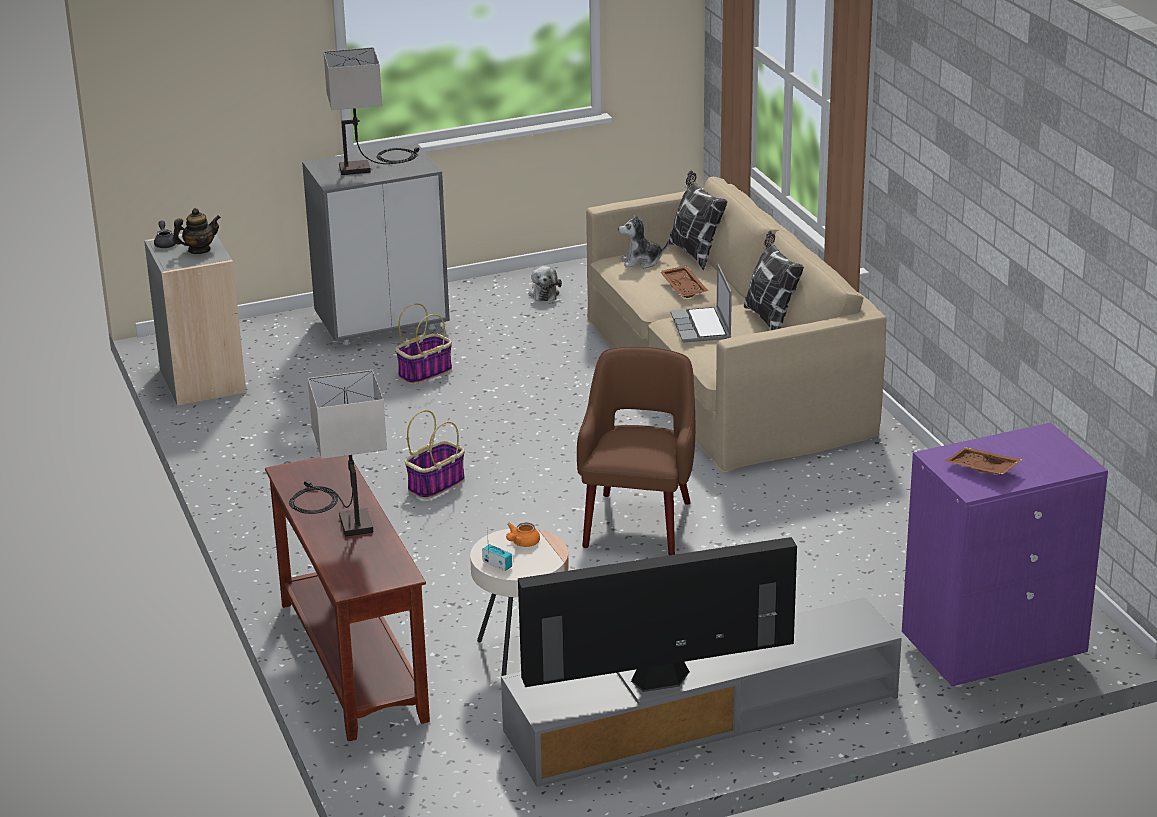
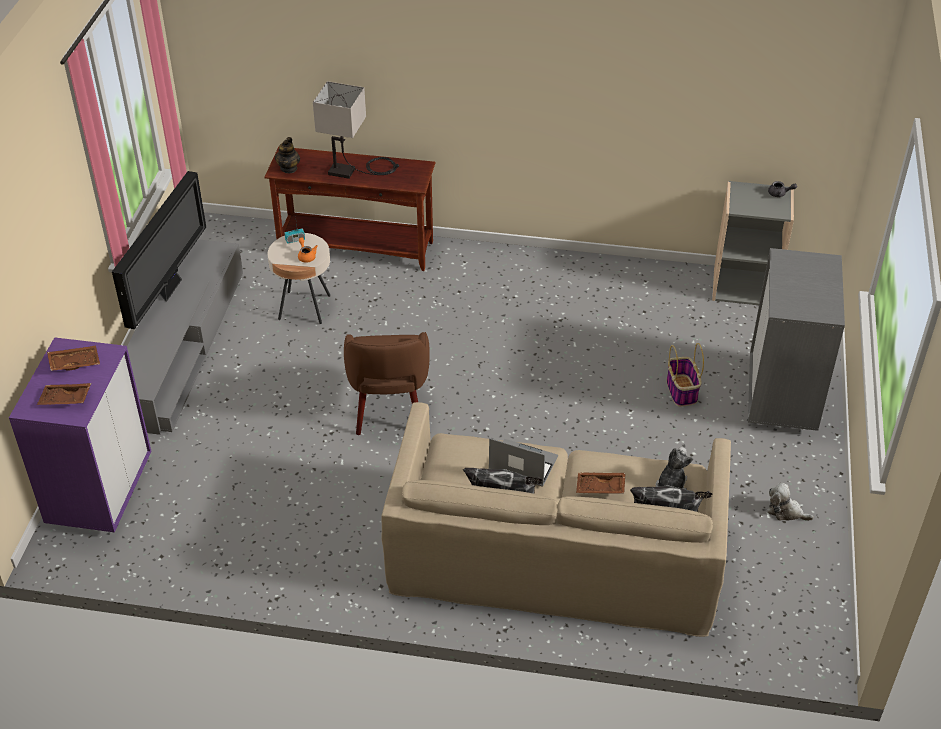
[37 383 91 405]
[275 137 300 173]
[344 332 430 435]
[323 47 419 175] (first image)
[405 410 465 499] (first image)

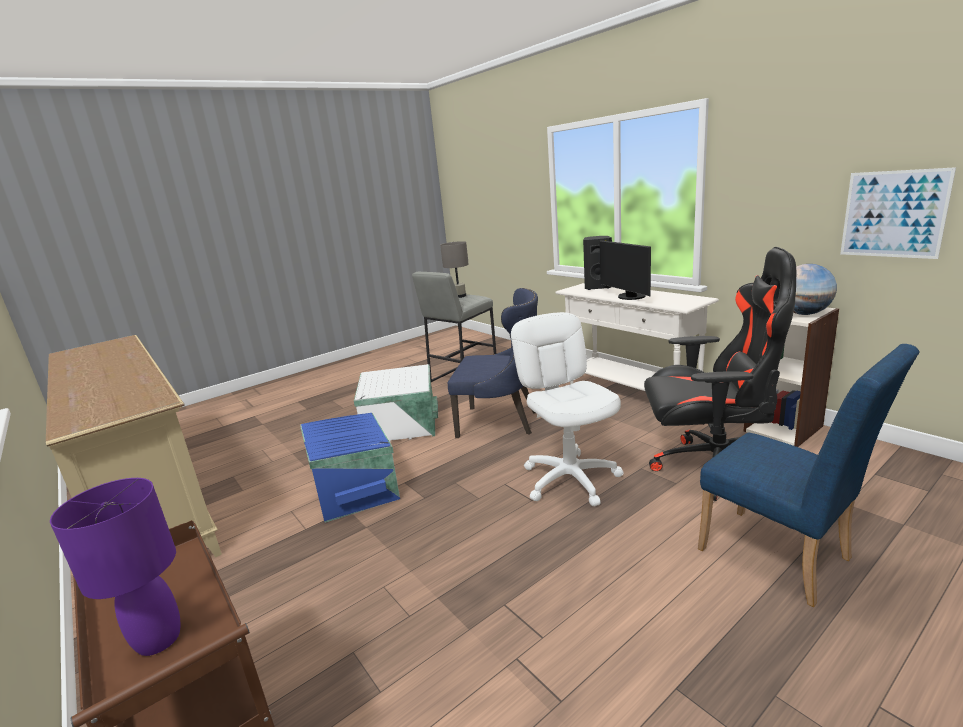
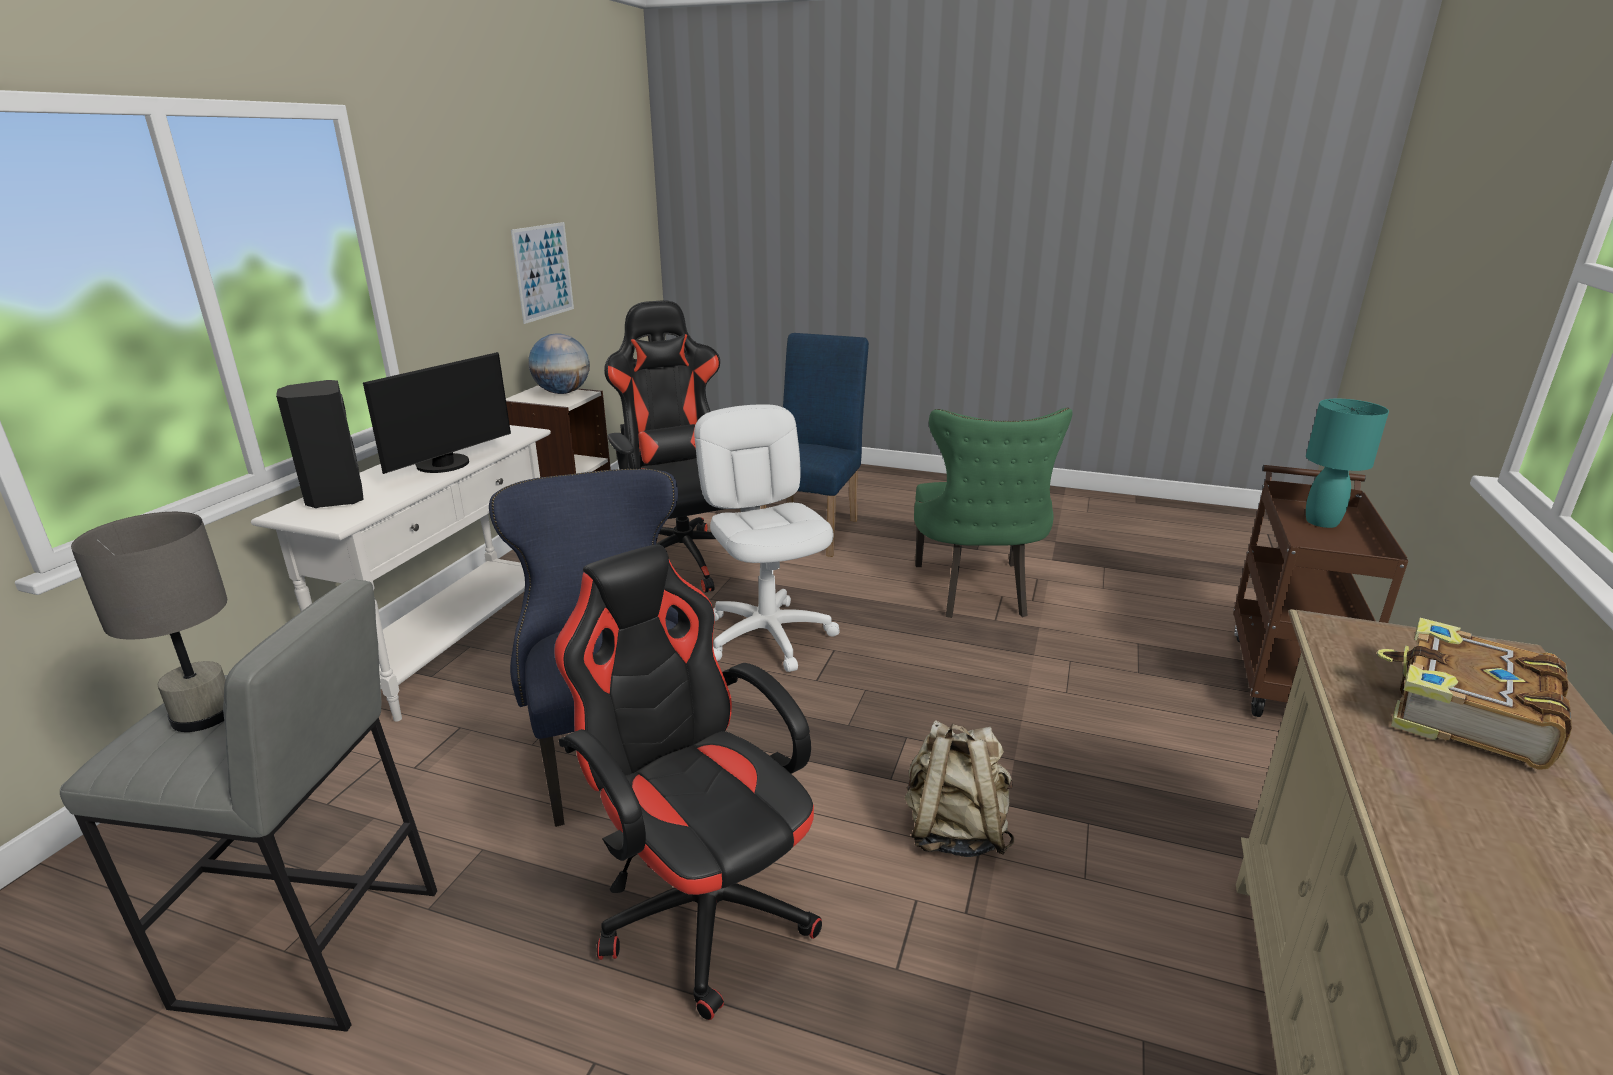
[554 544 822 1020]
[694 404 840 672]
[905 720 1014 857]
[914 408 1073 618]
[1306 399 1389 528]
[1377 618 1572 770]

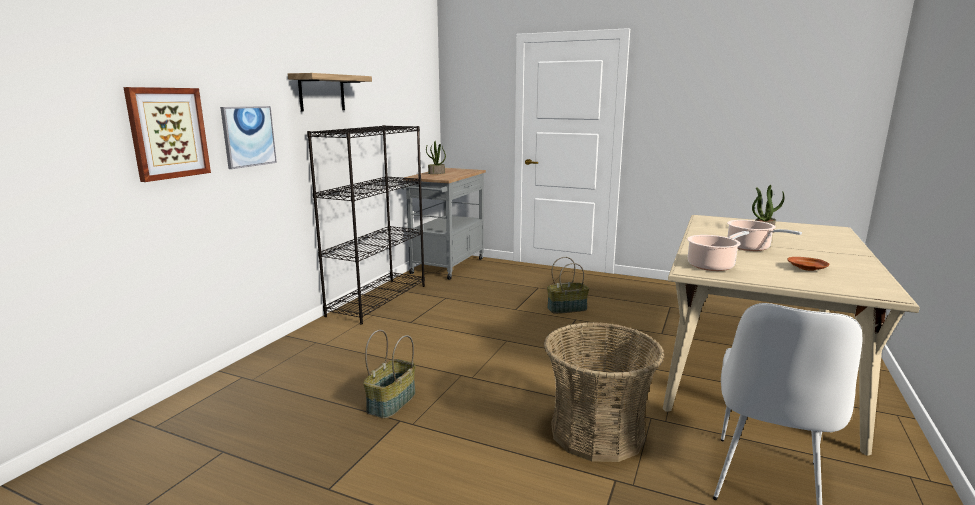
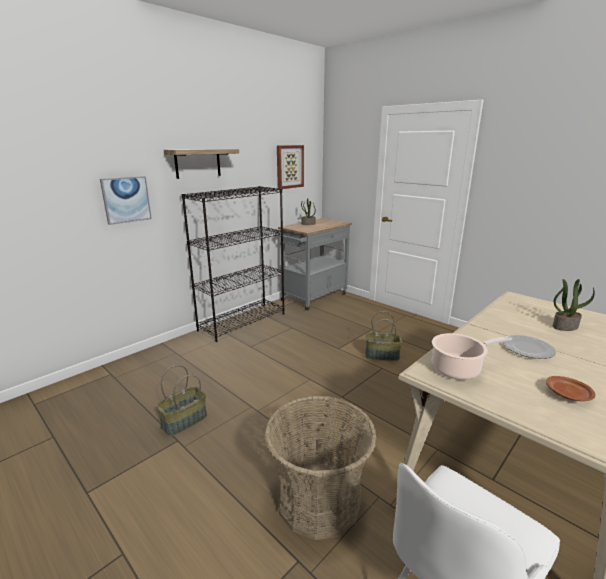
[277 145 304 189]
[503 335 556 359]

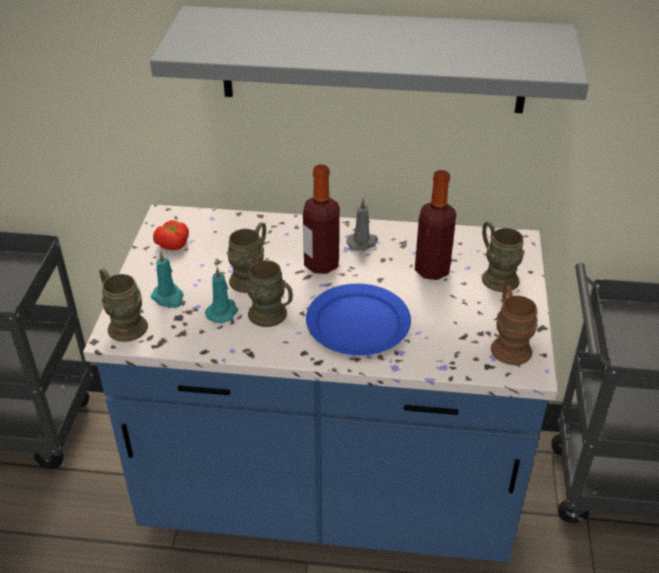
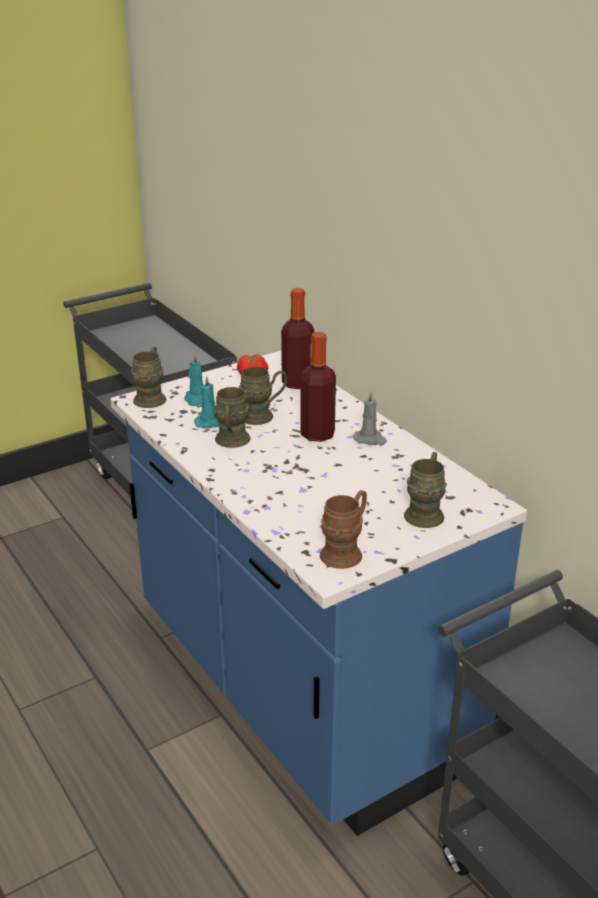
[281 288 314 389]
[150 6 589 113] (first image)
[306 284 411 355] (first image)

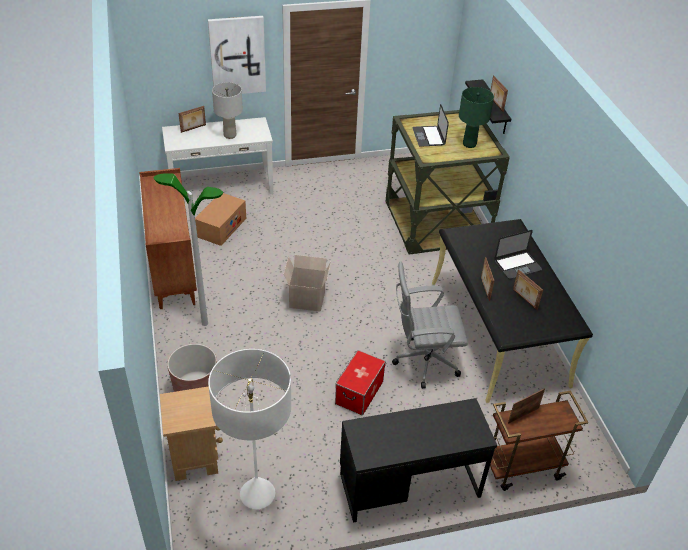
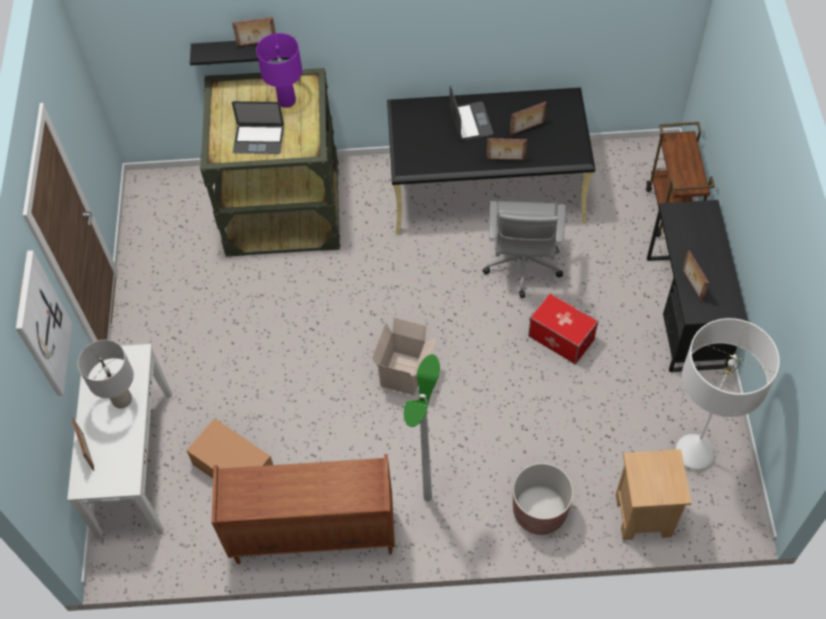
[256 33 302 108]
[683 250 709 302]

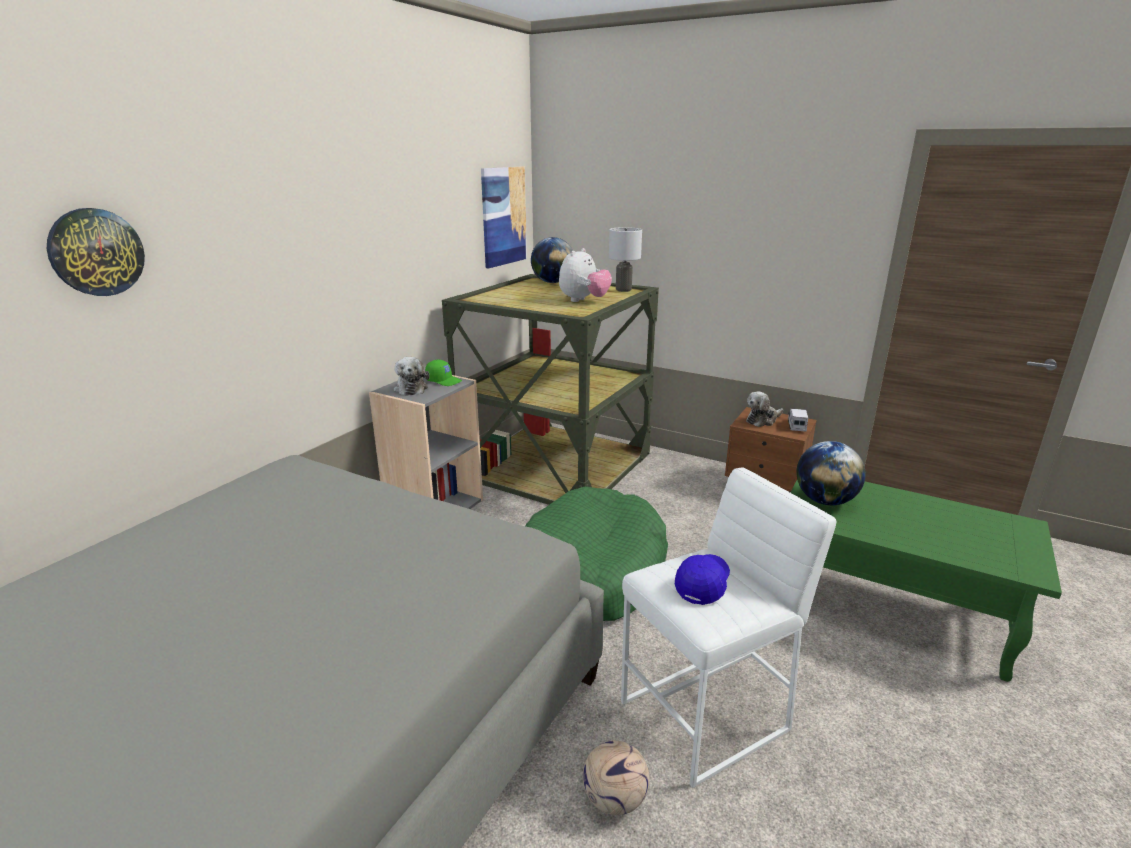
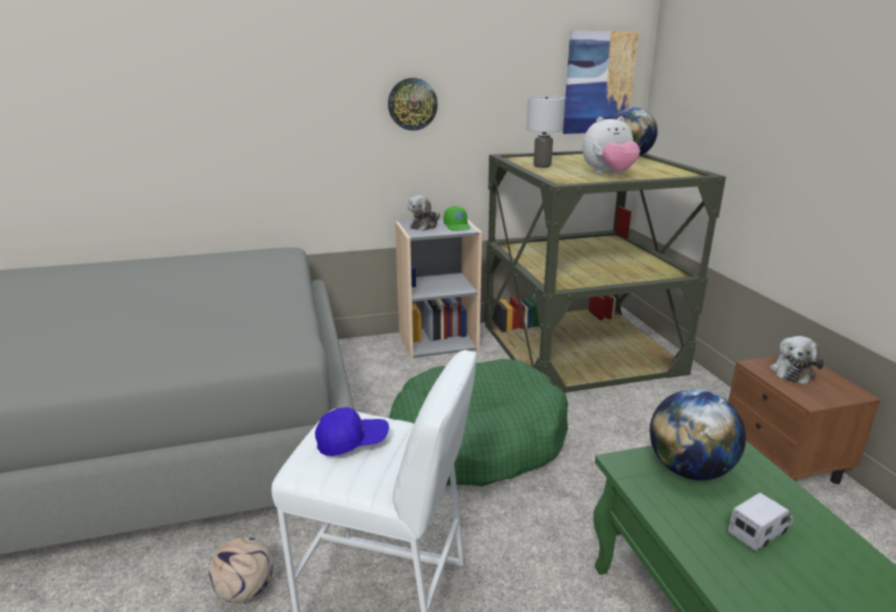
[388 78 438 131]
[527 96 565 168]
[727 492 794 551]
[770 336 824 385]

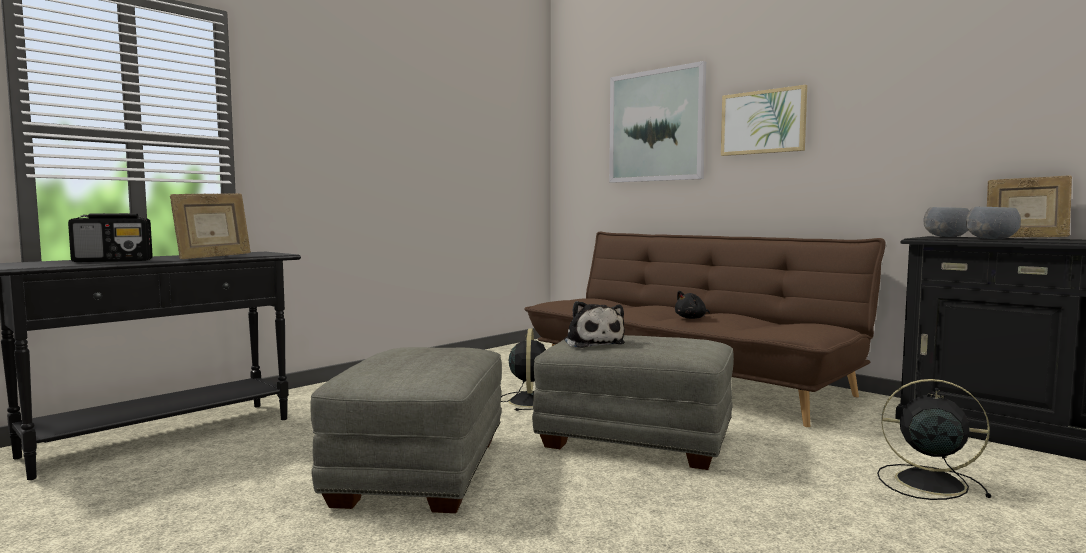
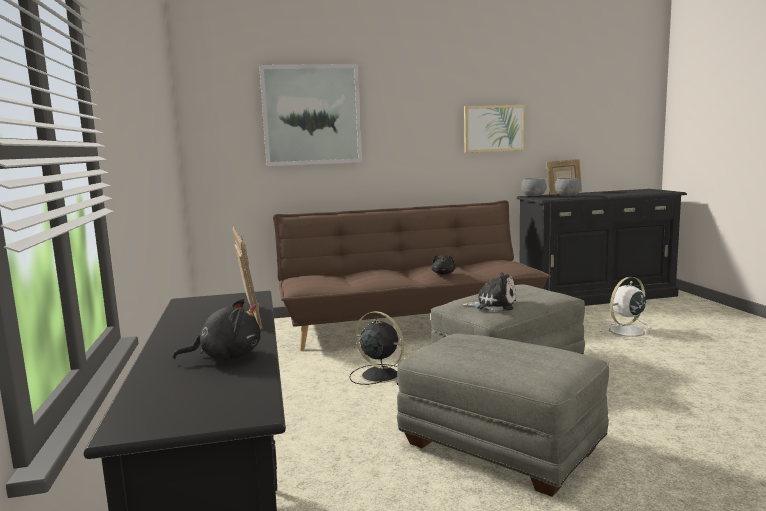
[173 299 261 361]
[464 105 525 153]
[600 277 651 340]

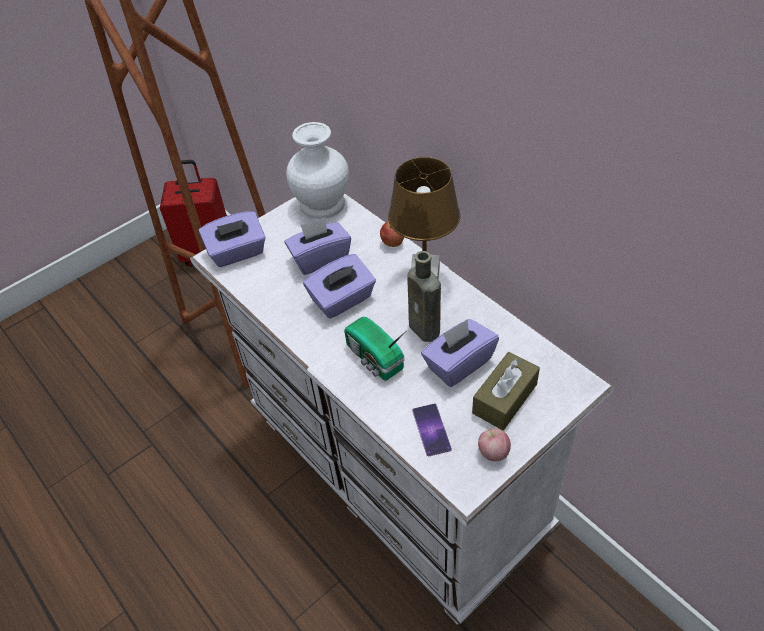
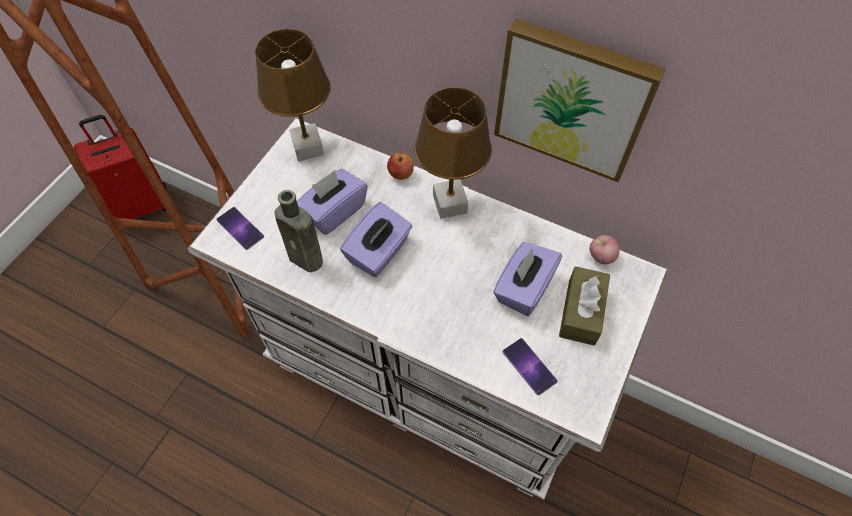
[216 207 264 250]
[255 29 331 161]
[275 190 323 272]
[494 18 666 182]
[590 235 619 264]
[344 317 406 381] (first image)

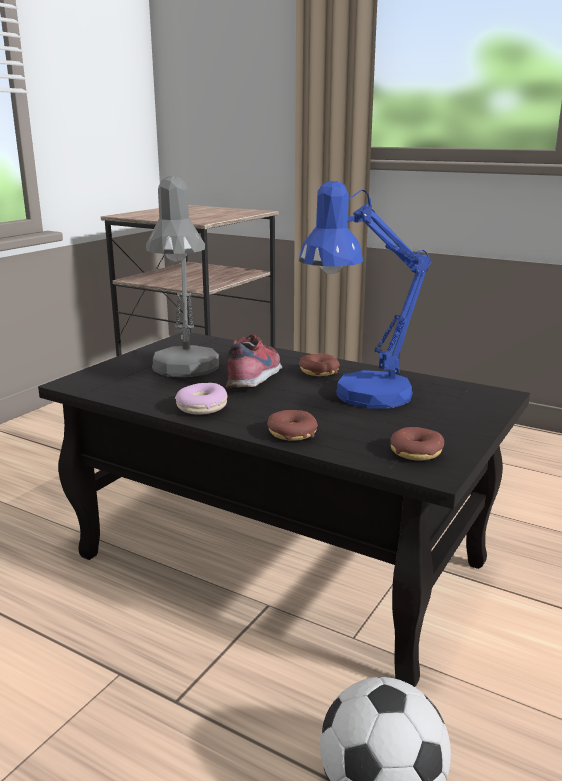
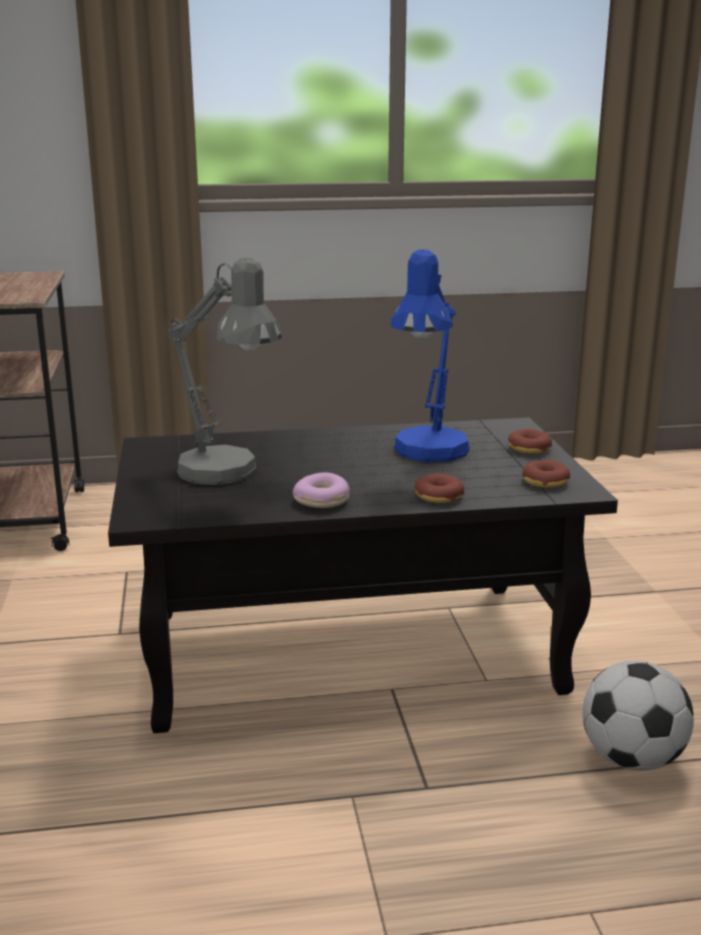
[508 429 552 454]
[226 334 282 388] (first image)

